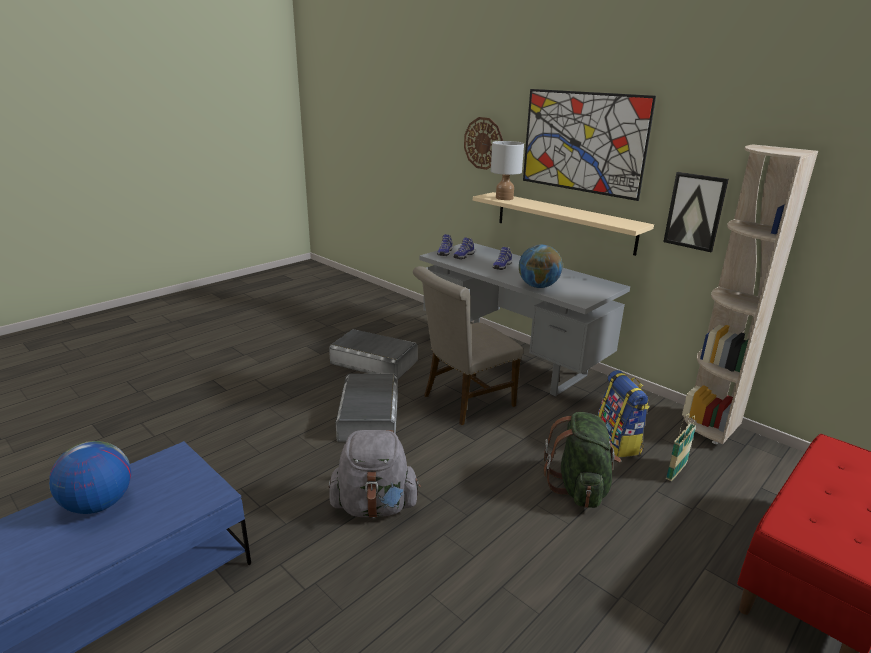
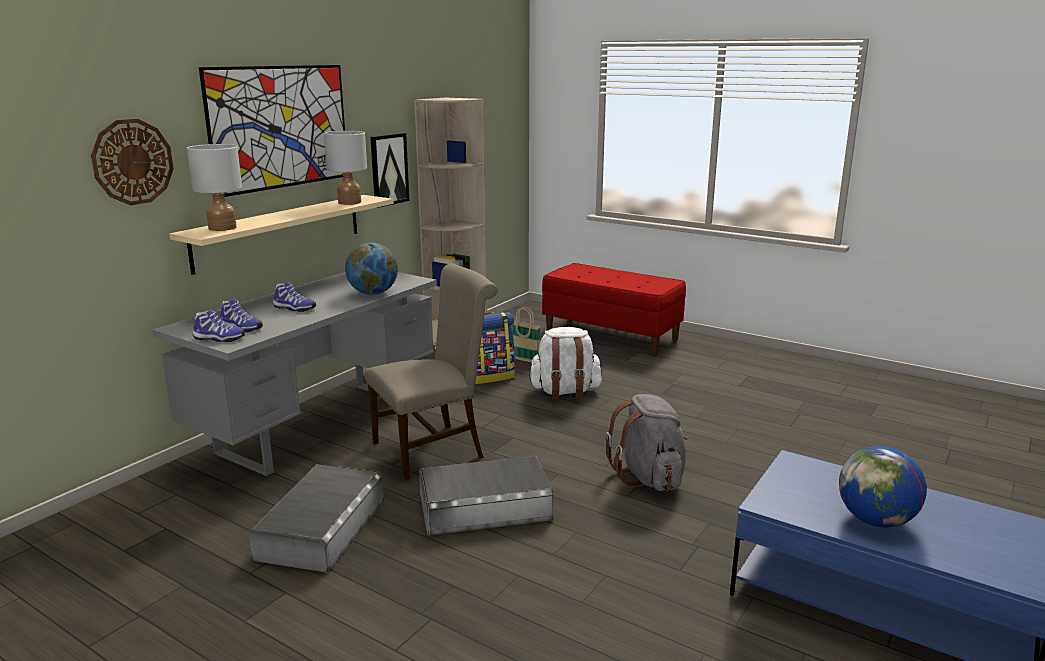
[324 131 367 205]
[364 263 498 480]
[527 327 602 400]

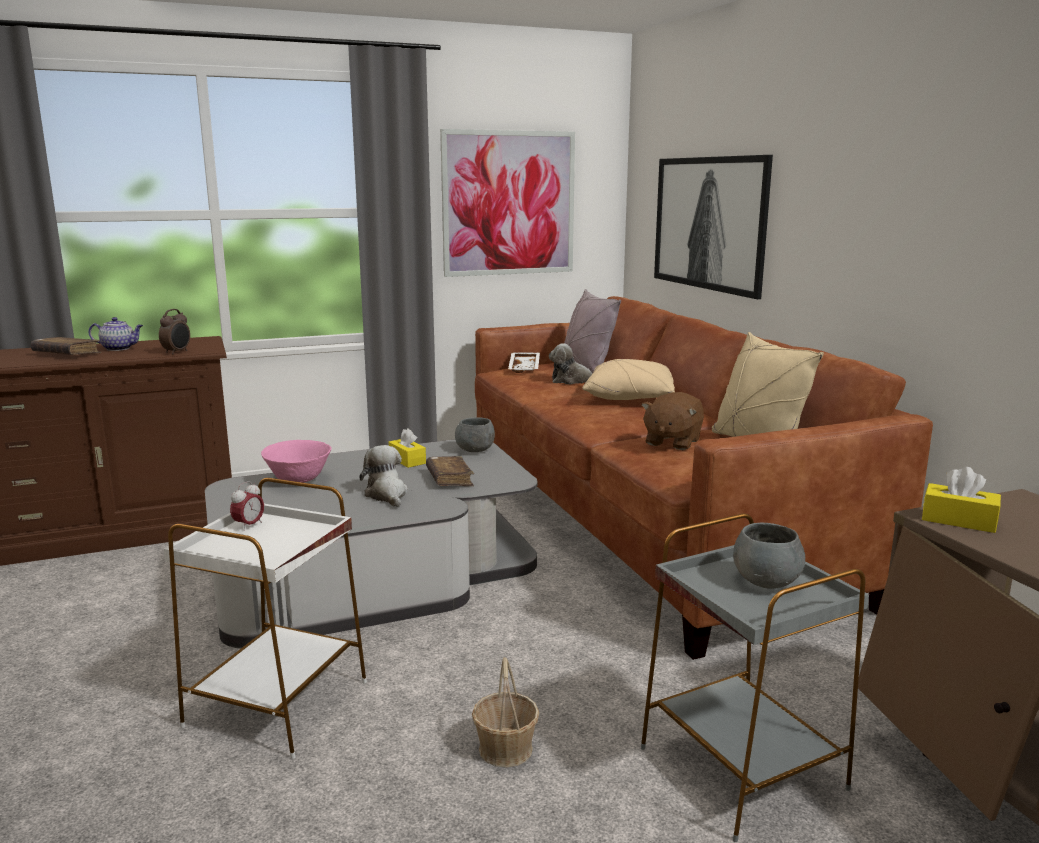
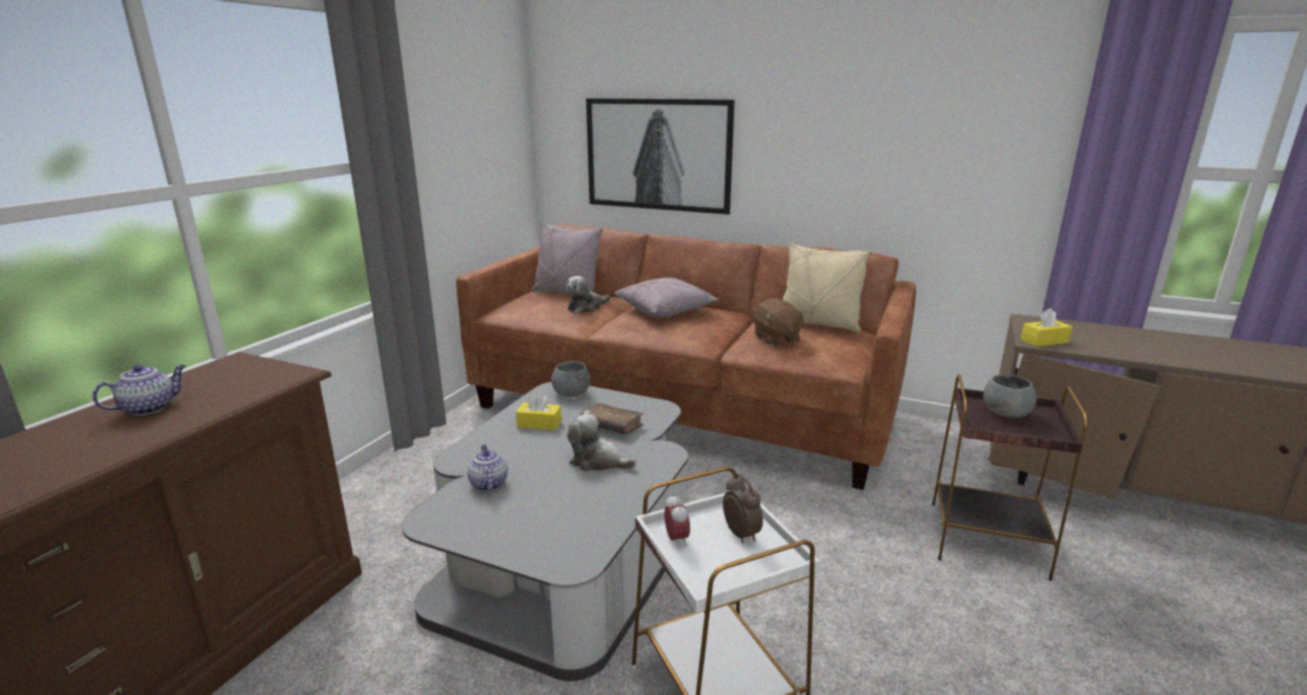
[467 445 508 491]
[614 278 719 317]
[723 474 763 543]
[932 374 1087 581]
[31 337 101 355] (first image)
[440 129 575 277] (first image)
[472 657 539 767] (first image)
[508 352 540 373] (first image)

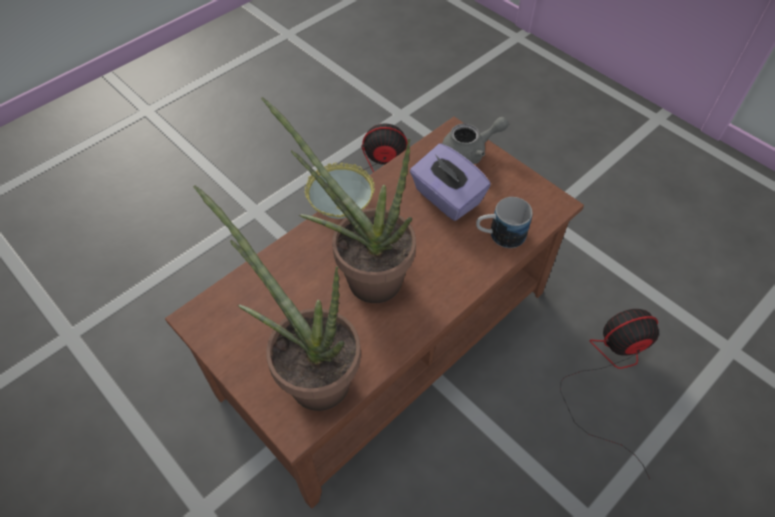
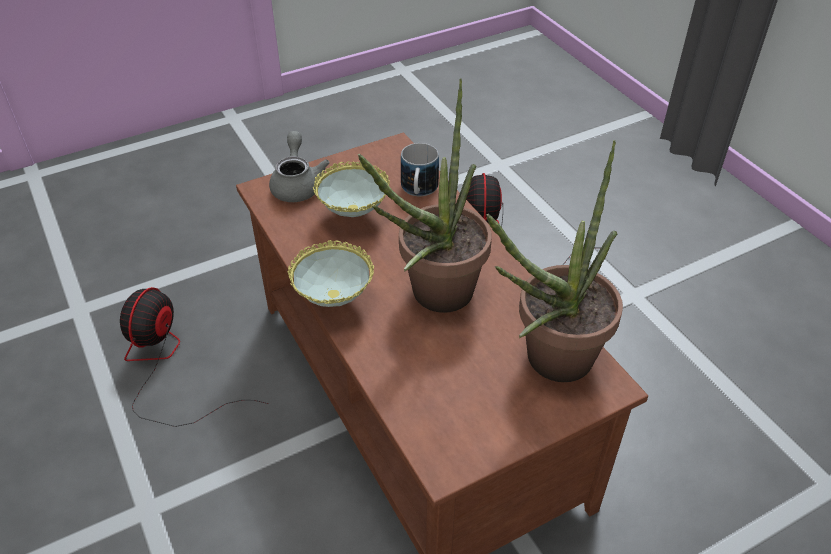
[313 161 390 217]

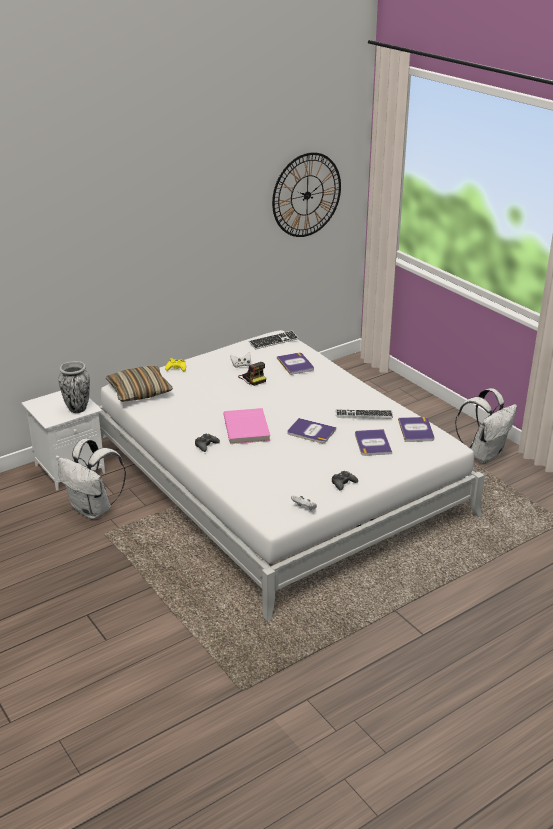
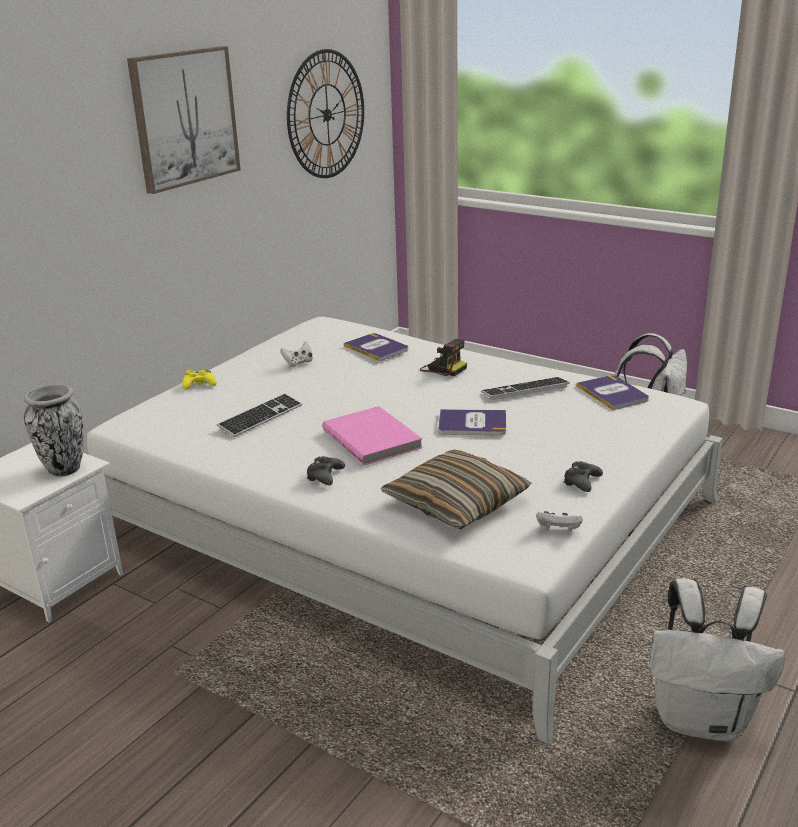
[127 46 241 194]
[217 393 302 437]
[381 450 531 529]
[420 339 467 376]
[650 578 786 741]
[355 429 392 456] (first image)

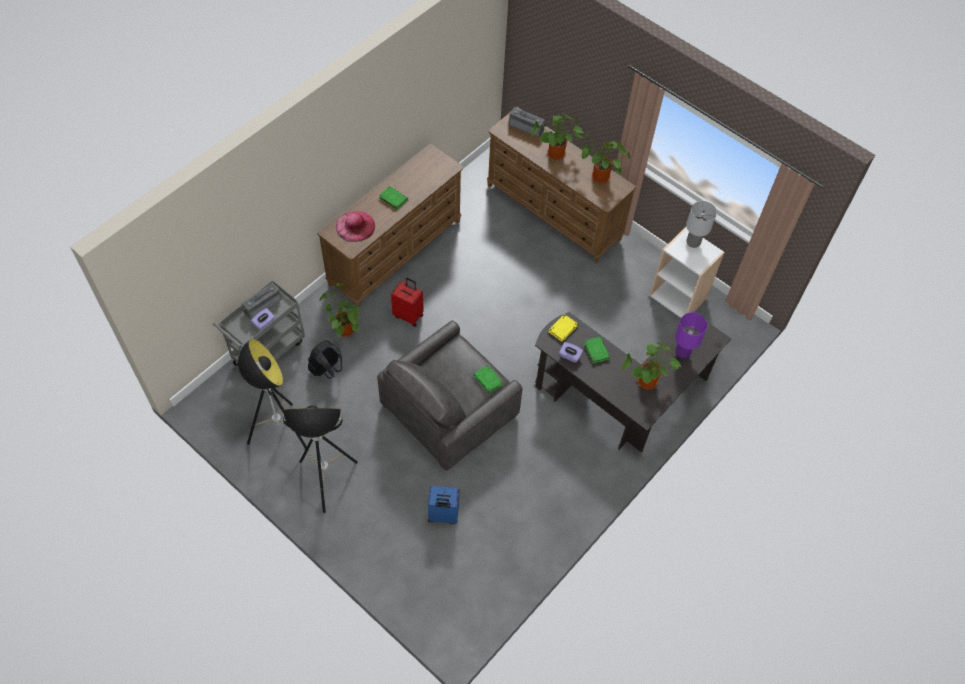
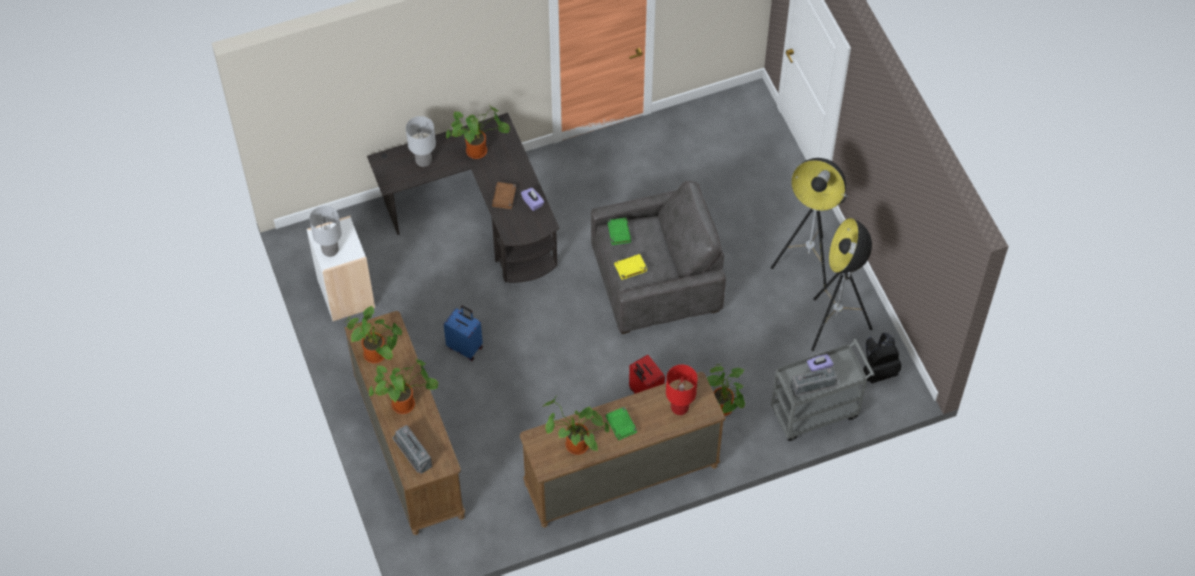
[406 116 436 167]
[444 305 483 361]
[492 182 516 209]
[542 396 610 455]
[614 254 647 280]
[666 364 698 415]
[863 333 901 383]

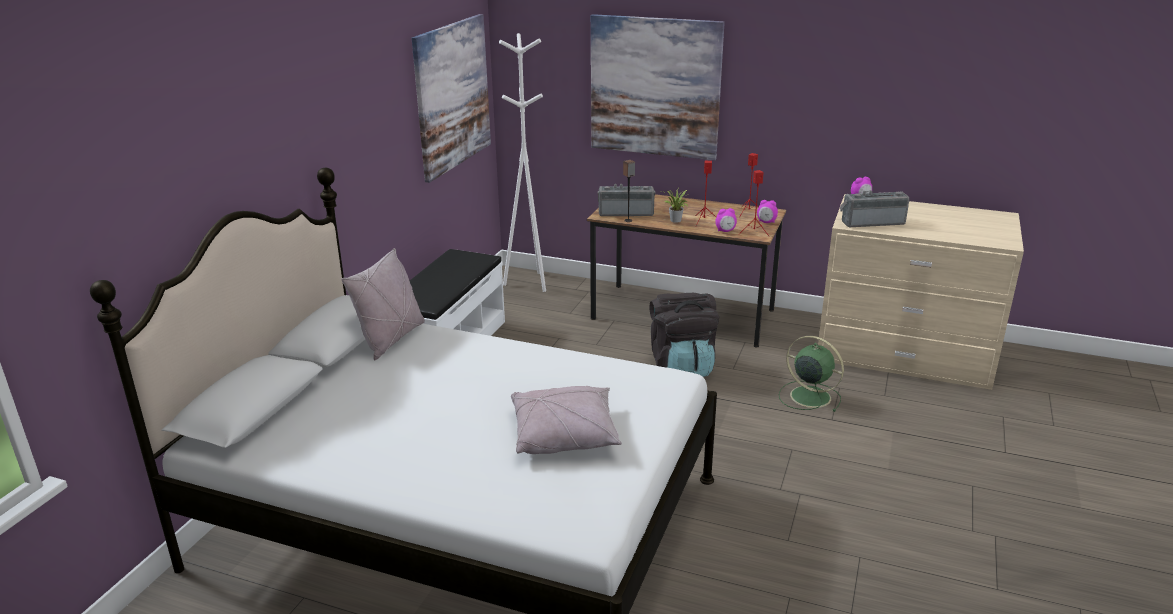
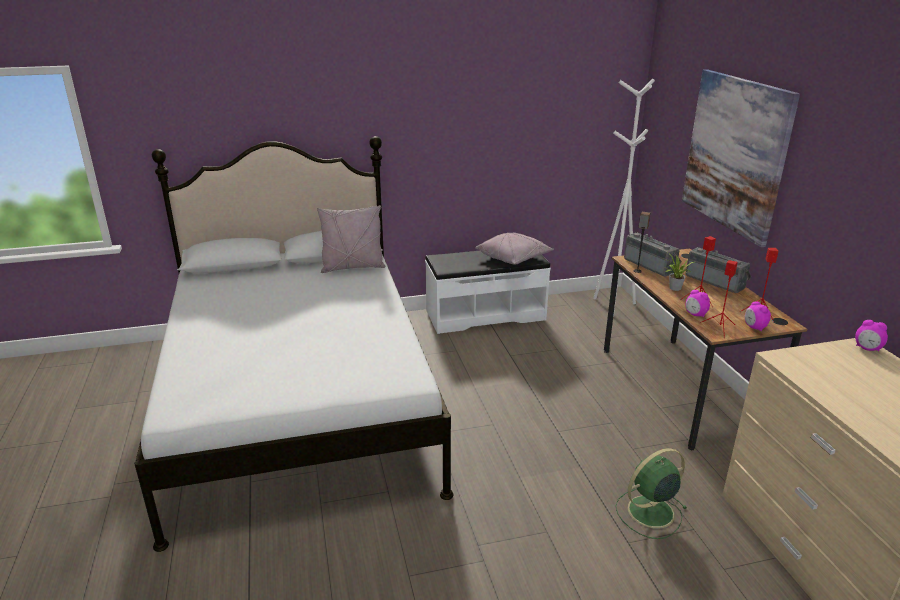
[475 232 554 265]
[615 448 687 539]
[686 247 751 293]
[412 14 491 183] (first image)
[650 293 719 377] (first image)

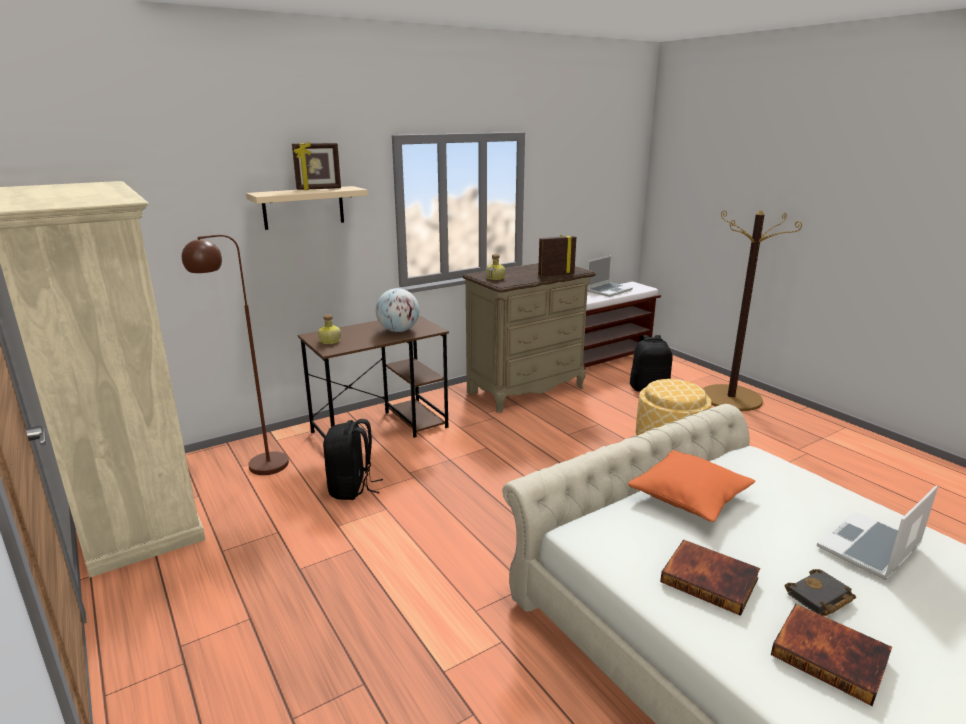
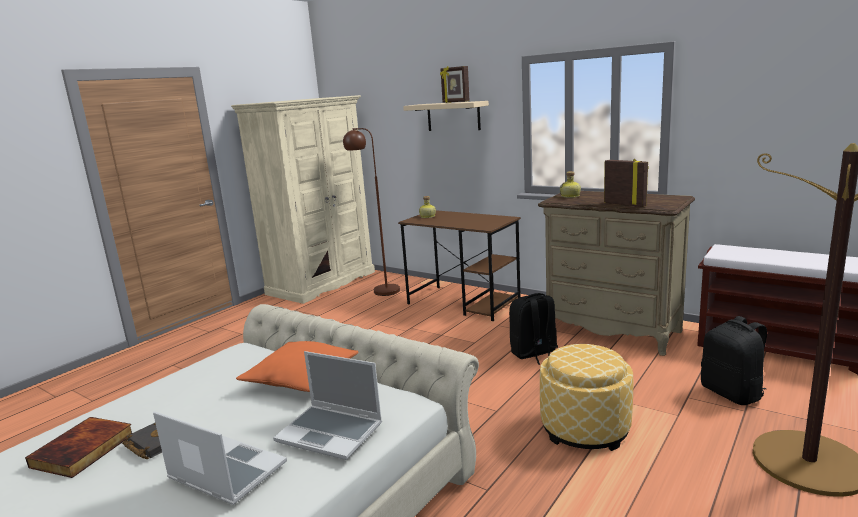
[273 351 382 460]
[509 293 558 365]
[376 288 419 332] (first image)
[660 539 760 616] (first image)

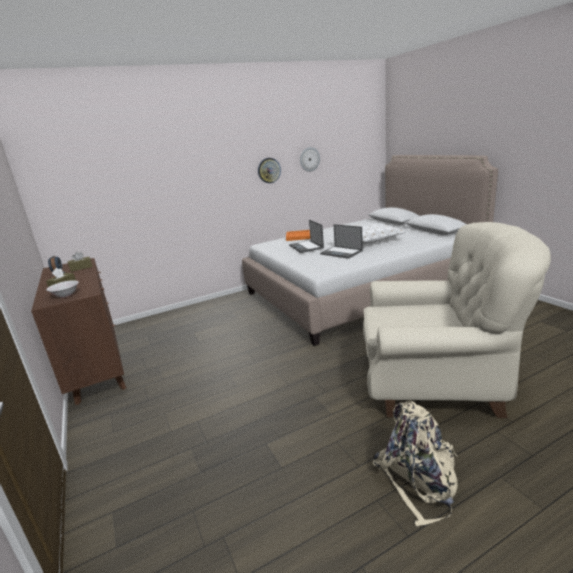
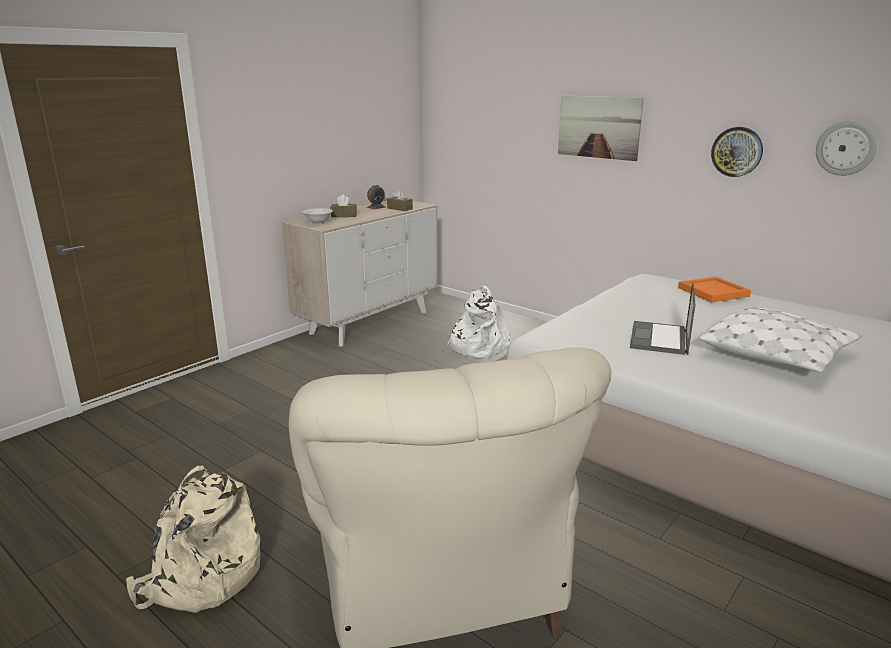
[282 201 438 347]
[447 286 511 359]
[558 95 644 161]
[289 220 324 253] (first image)

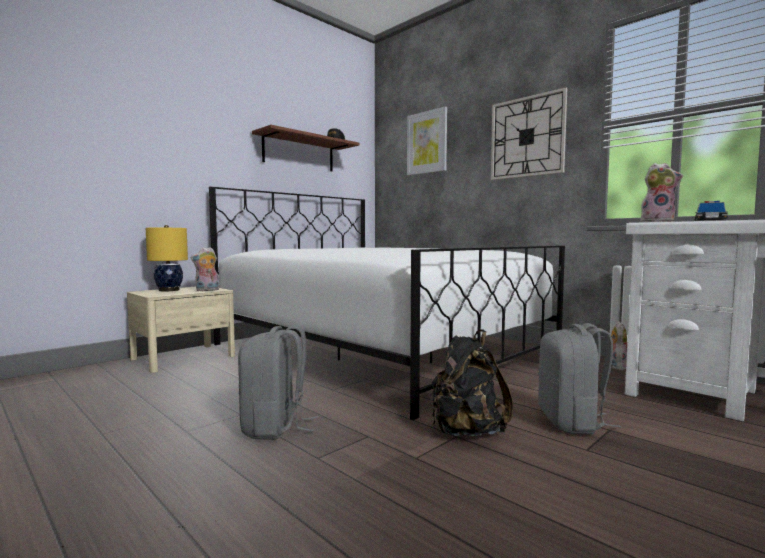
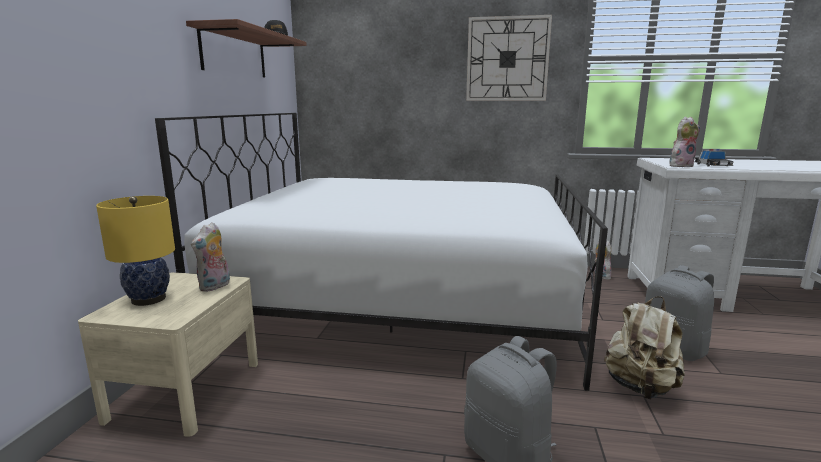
[604 296 685 399]
[407 106 447 175] (first image)

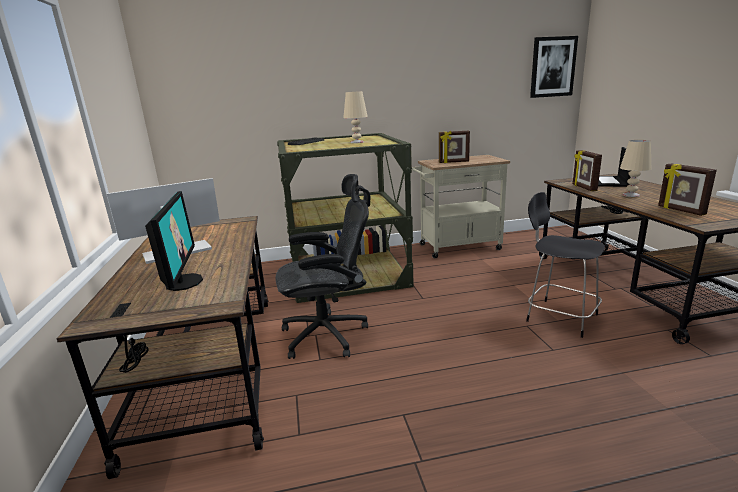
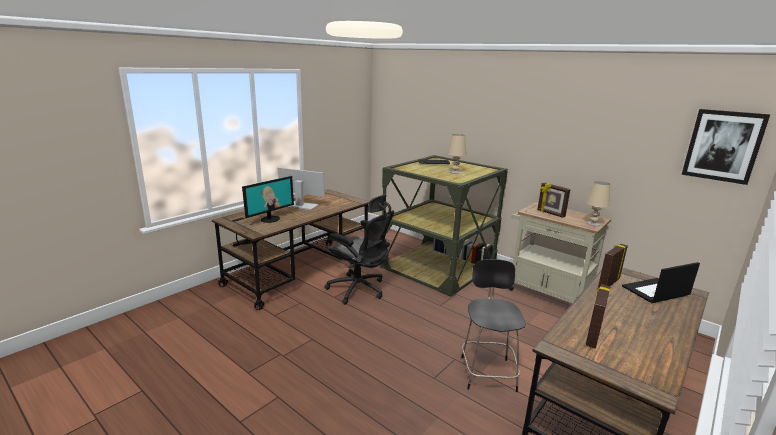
[586 181 610 226]

